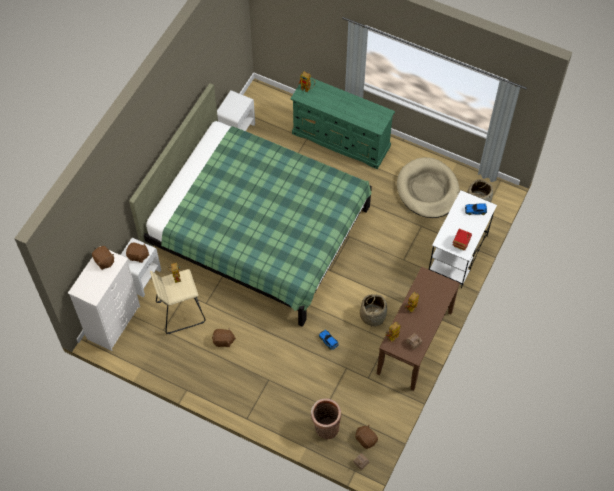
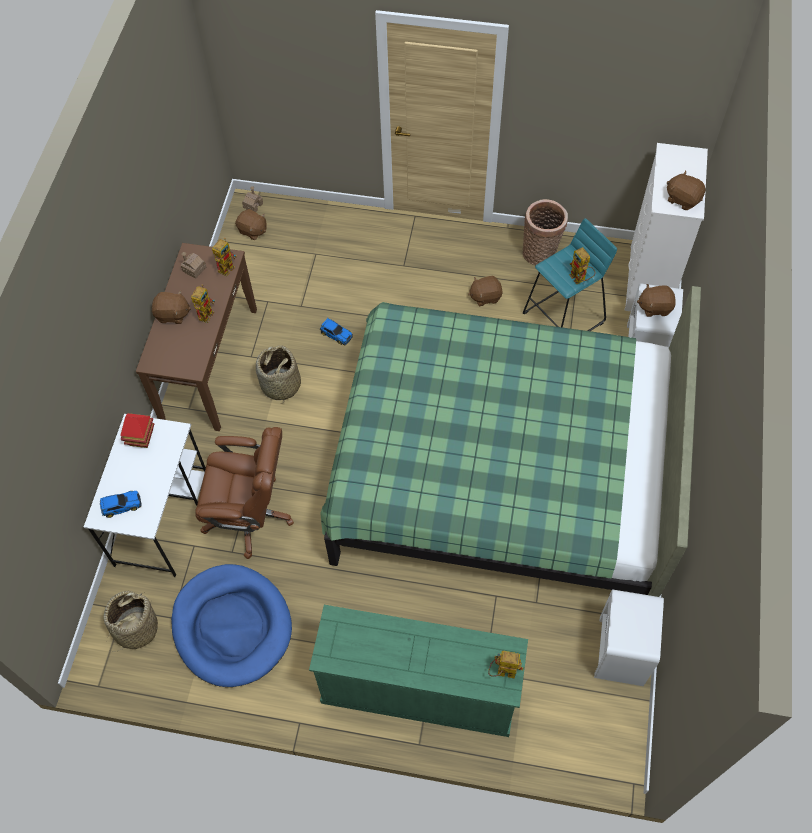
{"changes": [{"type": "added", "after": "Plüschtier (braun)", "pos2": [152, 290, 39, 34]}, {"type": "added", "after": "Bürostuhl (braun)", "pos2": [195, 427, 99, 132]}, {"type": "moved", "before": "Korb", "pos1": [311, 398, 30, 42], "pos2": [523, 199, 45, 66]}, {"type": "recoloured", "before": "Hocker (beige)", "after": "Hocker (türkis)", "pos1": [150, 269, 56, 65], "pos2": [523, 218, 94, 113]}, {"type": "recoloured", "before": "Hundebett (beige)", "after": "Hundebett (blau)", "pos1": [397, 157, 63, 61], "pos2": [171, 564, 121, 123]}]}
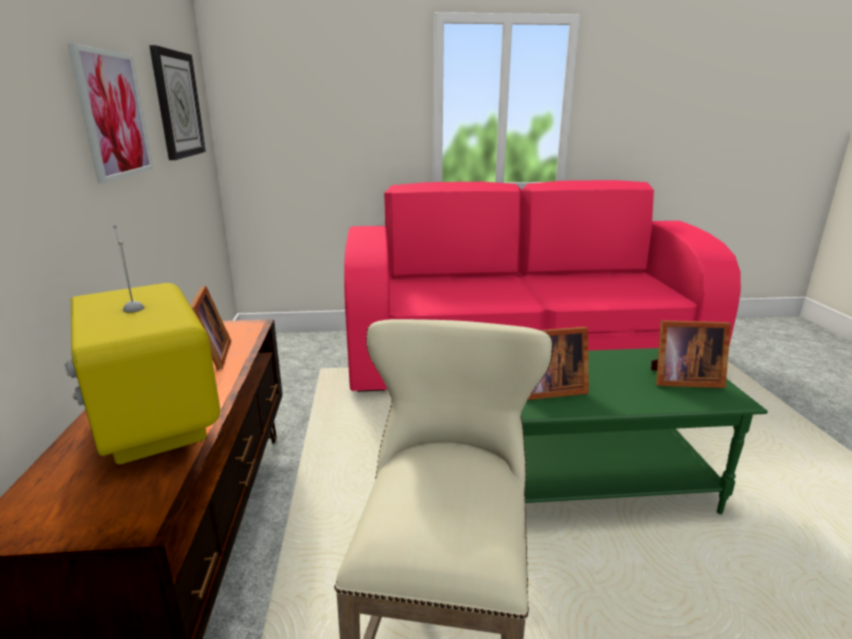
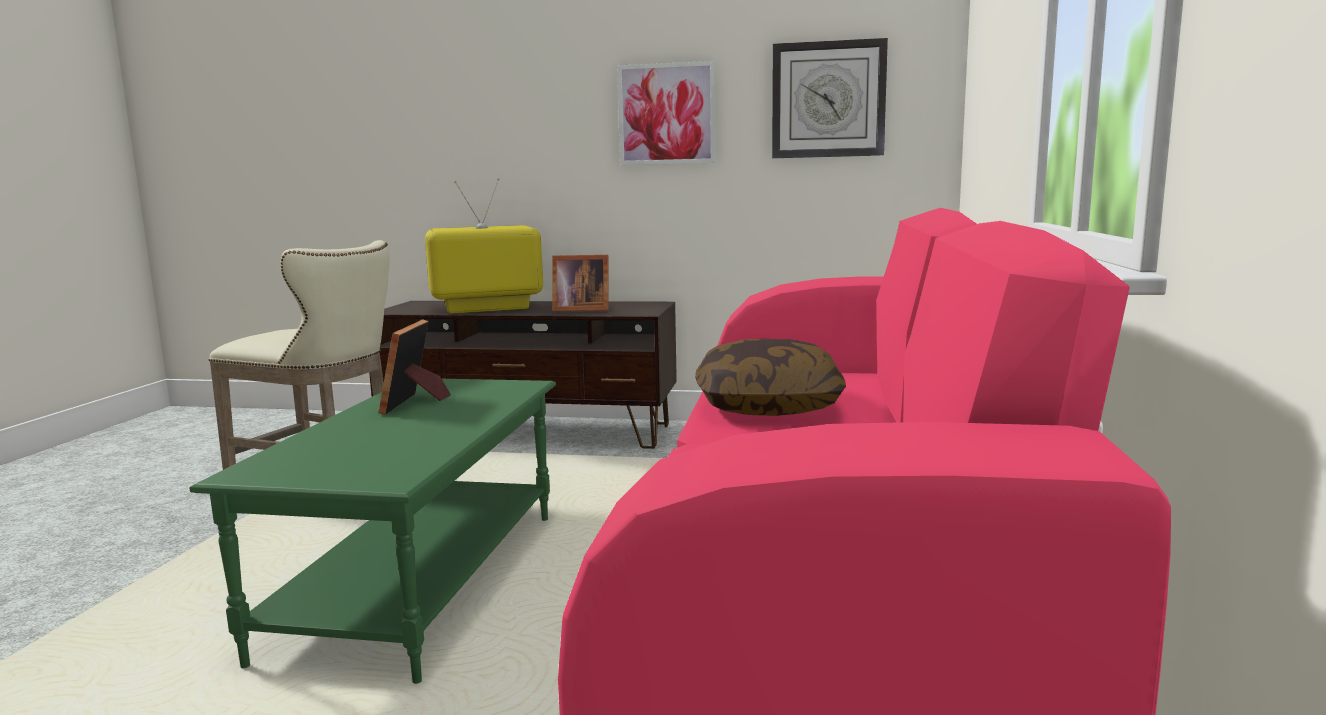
{"changes": [{"type": "removed", "before": "Bilderrahmen", "pos1": [651, 320, 80, 68]}, {"type": "added", "after": "Kissen", "pos2": [695, 339, 151, 77]}]}
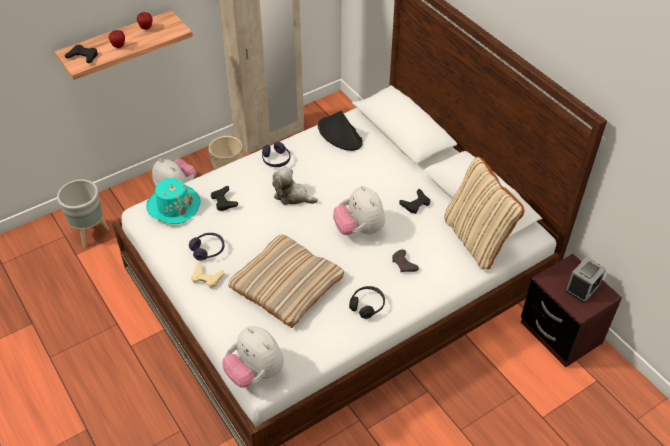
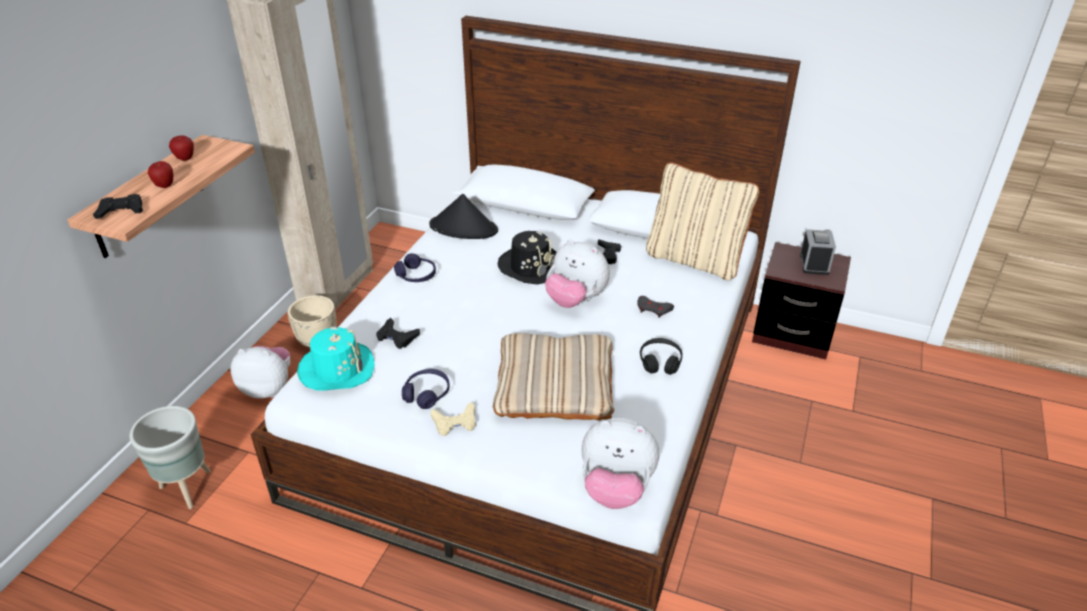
{"changes": [{"type": "removed", "before": "Plüschtier", "pos1": [272, 167, 46, 38]}, {"type": "added", "after": "Hut (schwarz)", "pos2": [498, 231, 59, 53]}]}
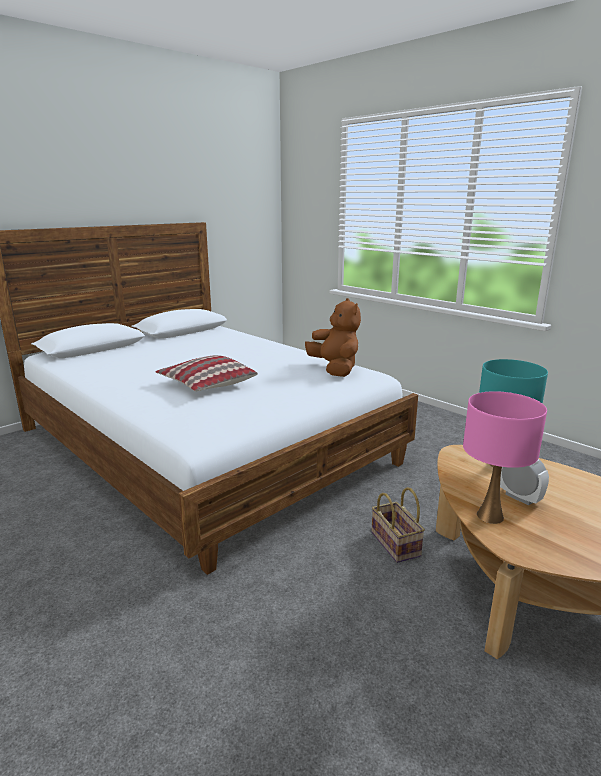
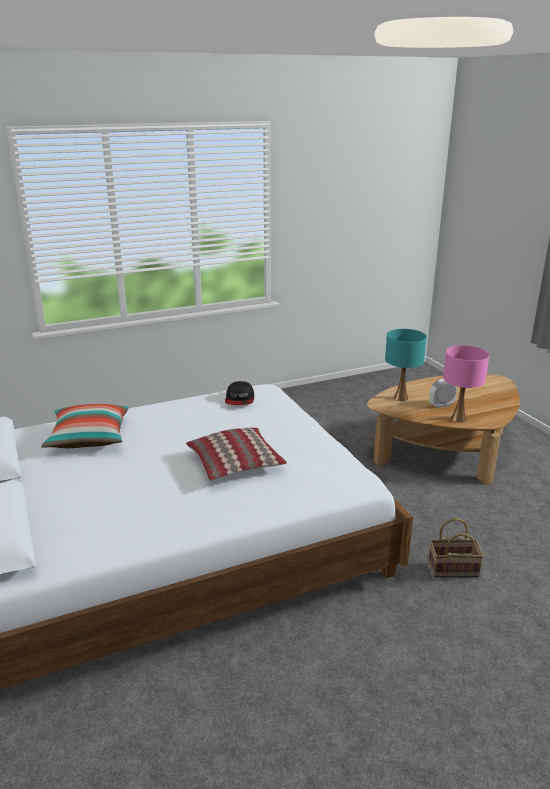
{"changes": [{"type": "added", "after": "Kissen", "pos2": [41, 404, 88, 44]}, {"type": "moved", "before": "Korb", "pos1": [371, 487, 54, 76], "pos2": [428, 518, 56, 60]}, {"type": "replaced", "before": "Plüschtier (braun)", "after": "Kappe", "pos1": [305, 298, 56, 79], "pos2": [225, 381, 29, 24]}]}
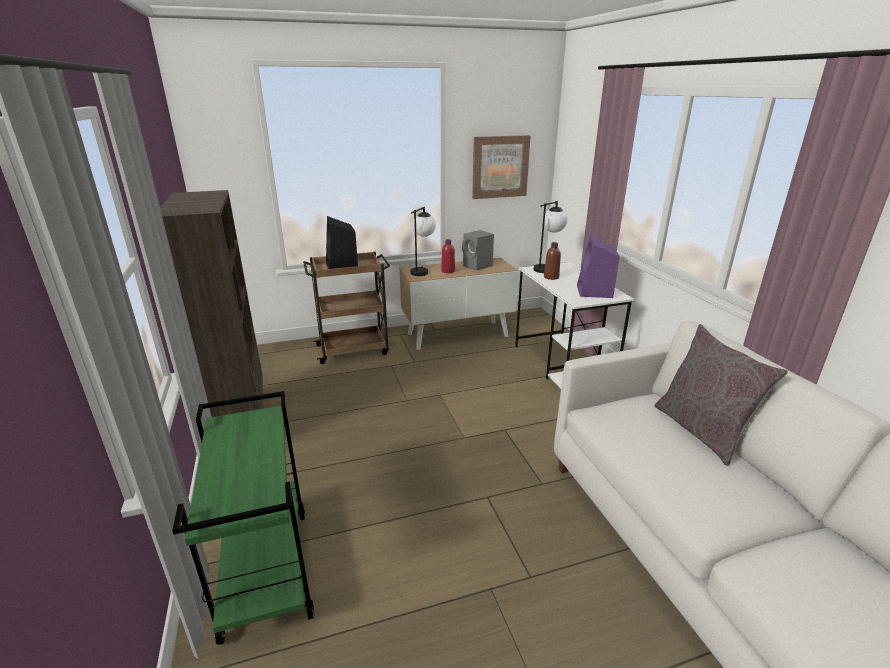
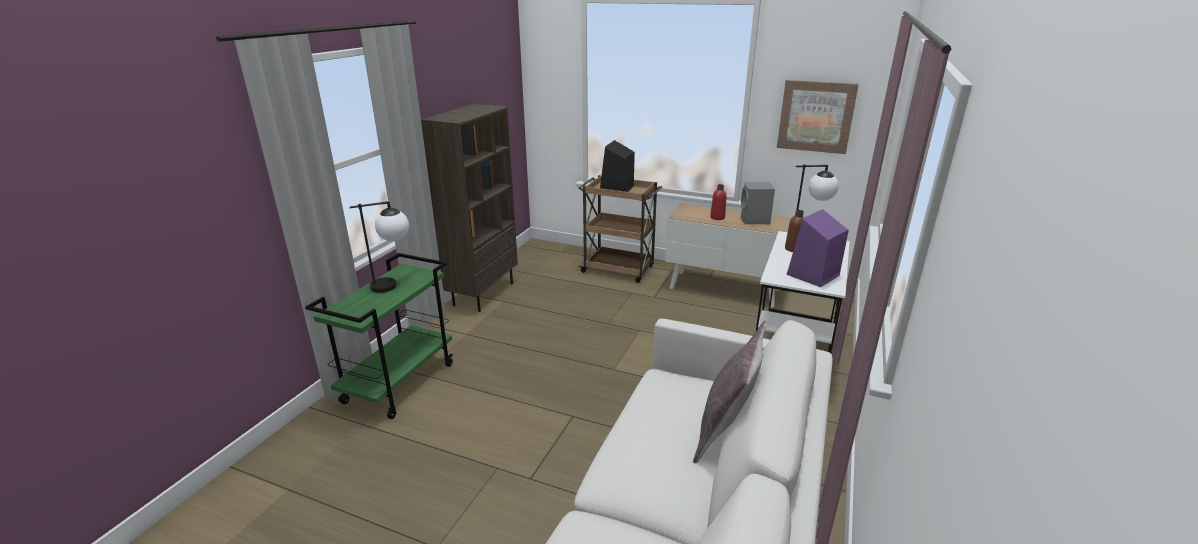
{"changes": [{"type": "moved", "before": "Tischlampe", "pos1": [410, 207, 26, 69], "pos2": [349, 201, 60, 92]}]}
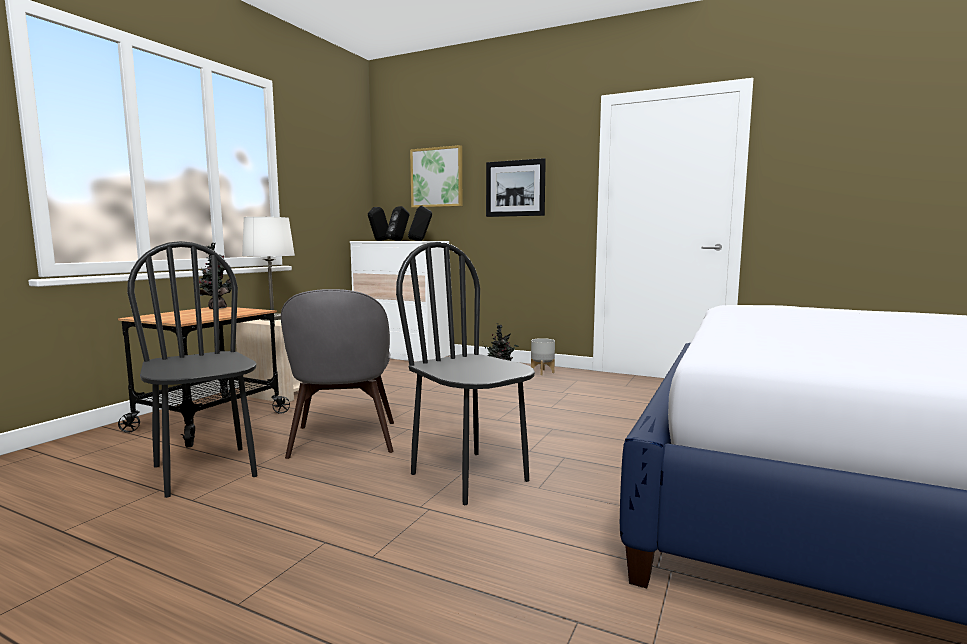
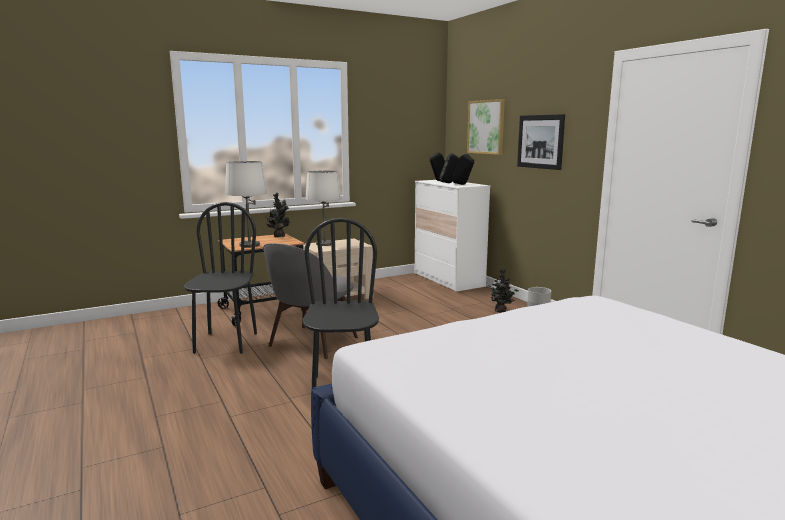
{"changes": [{"type": "added", "after": "Tischlampe (weiß)", "pos2": [225, 161, 42, 87]}]}
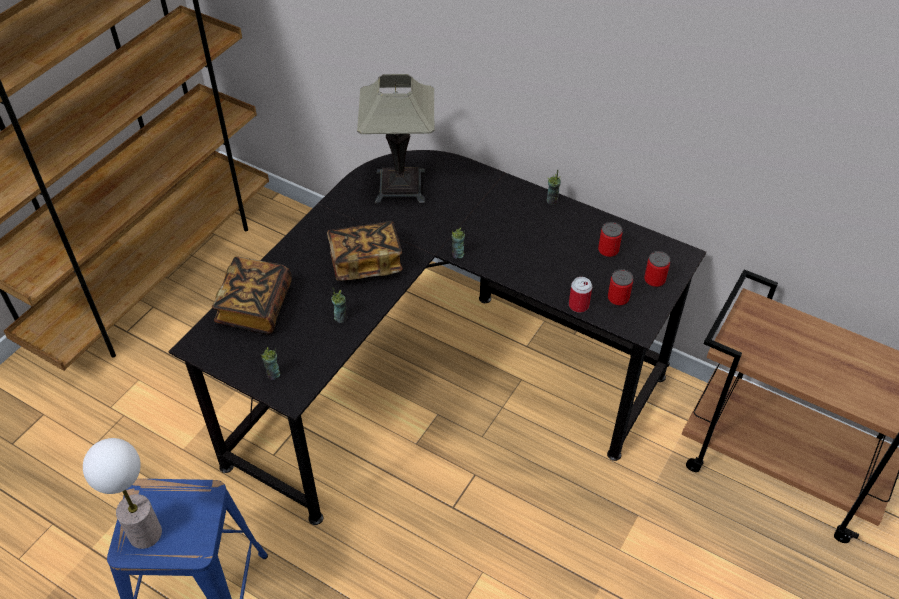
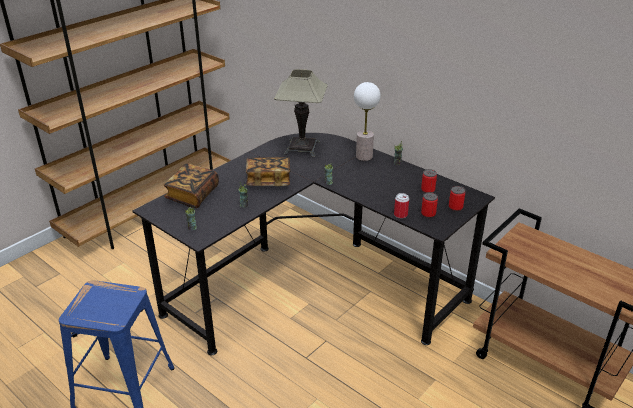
{"changes": [{"type": "moved", "before": "Tischlampe", "pos1": [83, 438, 79, 111], "pos2": [354, 82, 27, 79]}]}
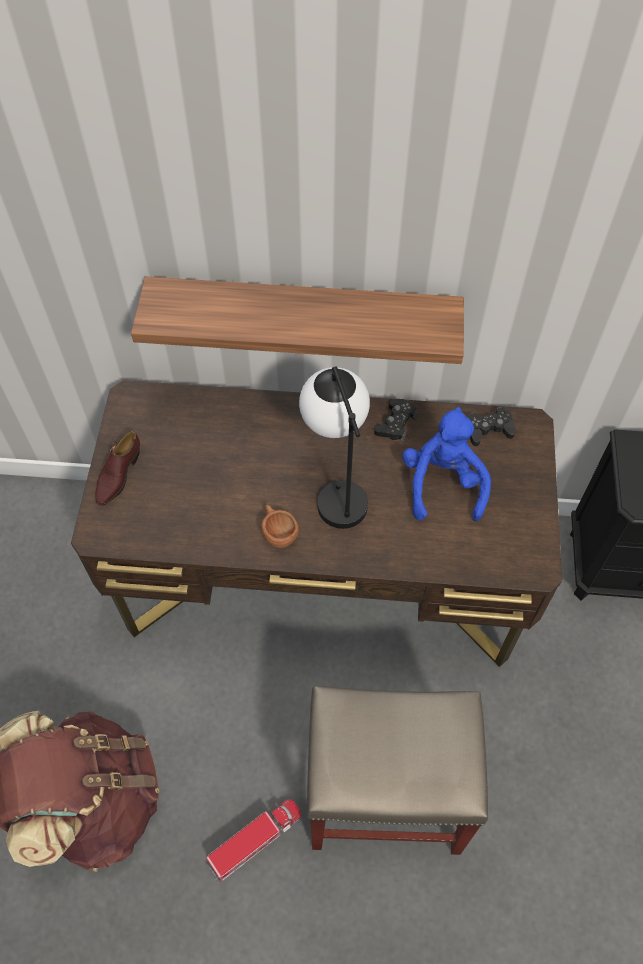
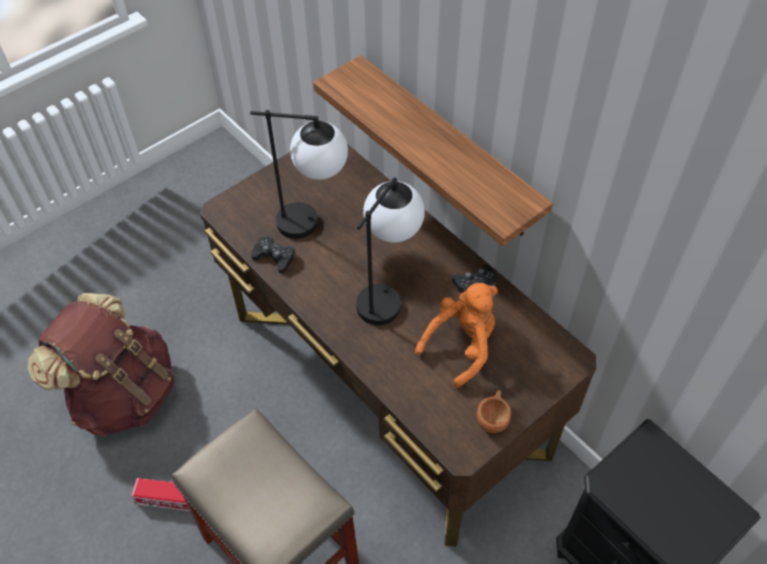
{"changes": [{"type": "removed", "before": "Schuh (braun)", "pos1": [95, 431, 45, 74]}, {"type": "added", "after": "Tischlampe", "pos2": [250, 110, 98, 129]}, {"type": "moved", "before": "Tasse (braun)", "pos1": [261, 505, 38, 43], "pos2": [476, 390, 35, 43]}, {"type": "moved", "before": "Gamepad (schwarz)", "pos1": [469, 407, 47, 39], "pos2": [251, 235, 44, 39]}, {"type": "recoloured", "before": "Plüschtier (blau)", "after": "Plüschtier (orange)", "pos1": [402, 407, 89, 115], "pos2": [415, 283, 83, 105]}]}
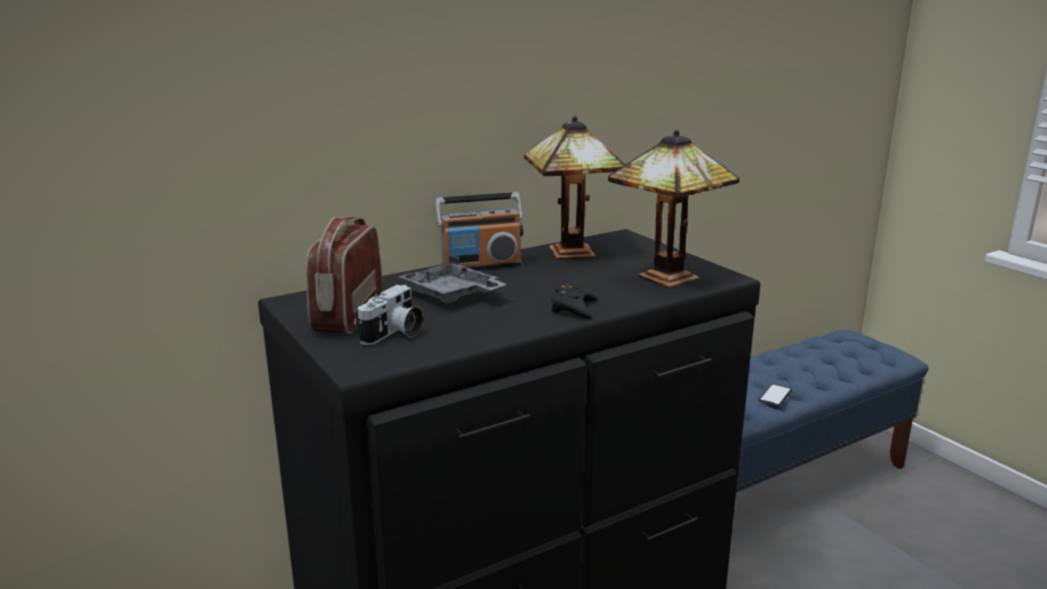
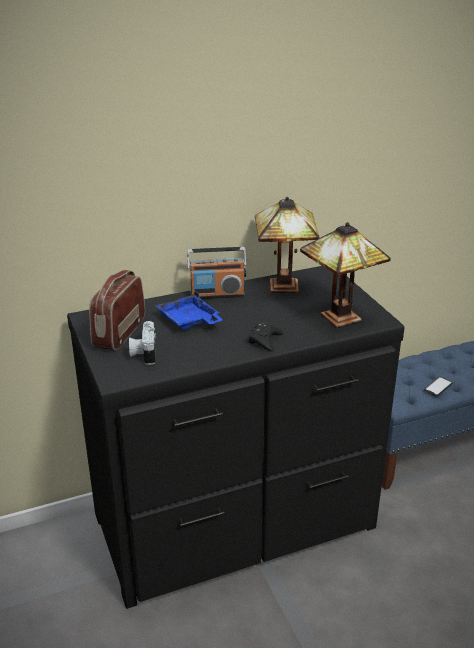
{"changes": [{"type": "recoloured", "before": "Tablett (grau)", "after": "Tablett (blau)", "pos1": [397, 256, 110, 48], "pos2": [156, 291, 67, 39]}, {"type": "turned", "before": "Kamera", "pos1": [358, 285, 65, 60], "pos2": [129, 321, 27, 44], "turn": 135}]}
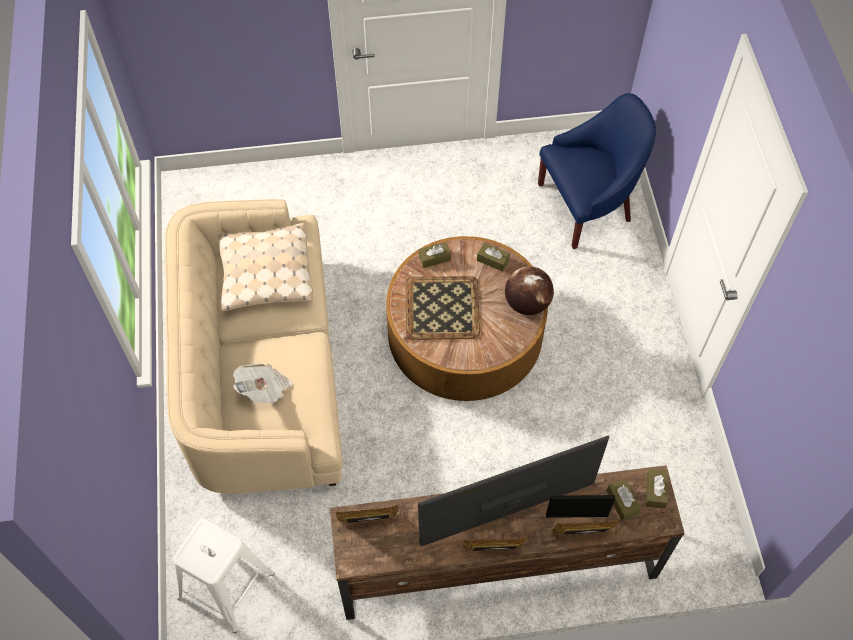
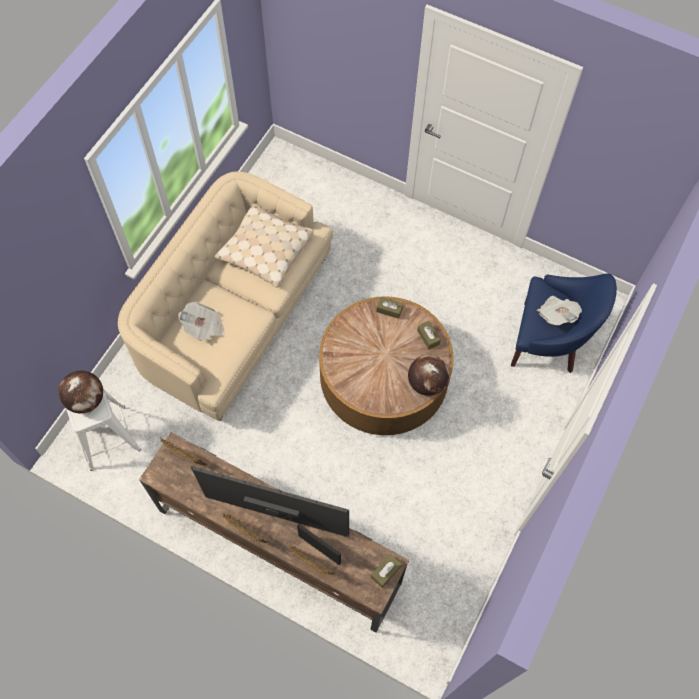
{"changes": [{"type": "removed", "before": "Tablett", "pos1": [406, 276, 74, 64]}, {"type": "removed", "before": "Taschentuchbox (braun)", "pos1": [606, 479, 35, 42]}, {"type": "added", "after": "Globus", "pos2": [58, 371, 45, 43]}, {"type": "added", "after": "Zeitung", "pos2": [537, 296, 45, 29]}]}
